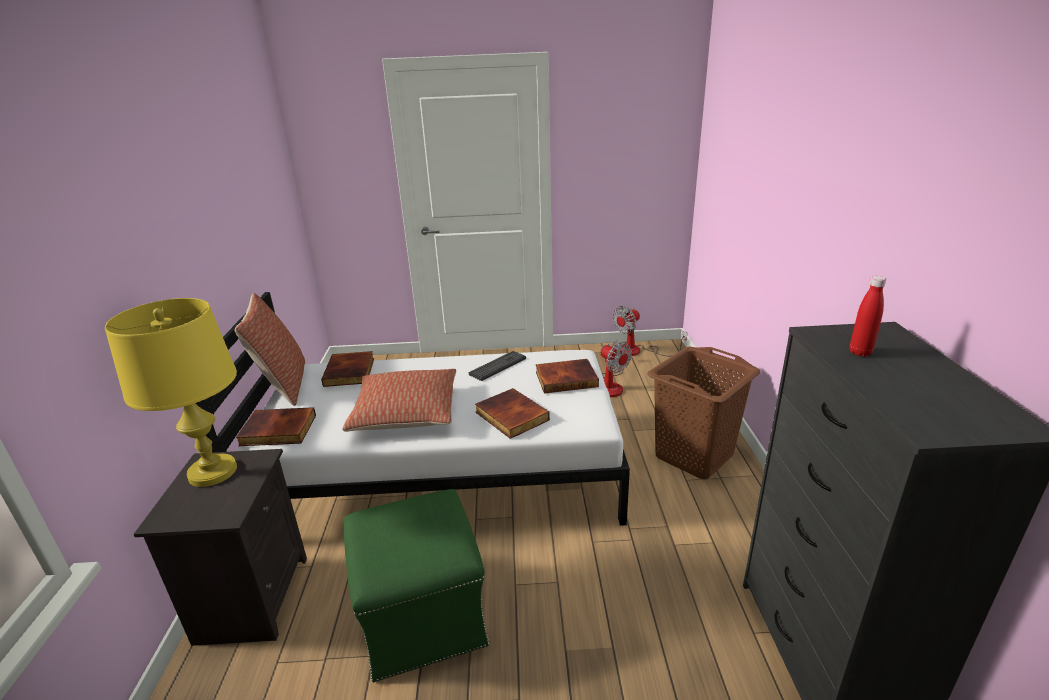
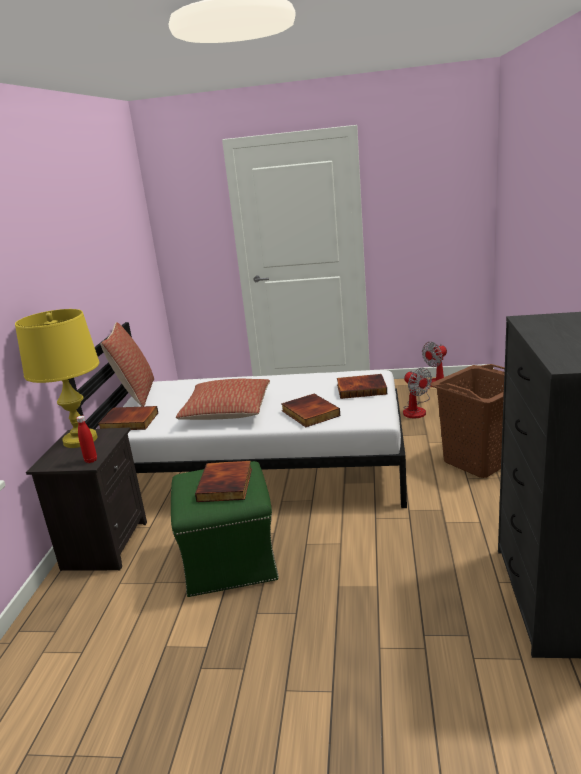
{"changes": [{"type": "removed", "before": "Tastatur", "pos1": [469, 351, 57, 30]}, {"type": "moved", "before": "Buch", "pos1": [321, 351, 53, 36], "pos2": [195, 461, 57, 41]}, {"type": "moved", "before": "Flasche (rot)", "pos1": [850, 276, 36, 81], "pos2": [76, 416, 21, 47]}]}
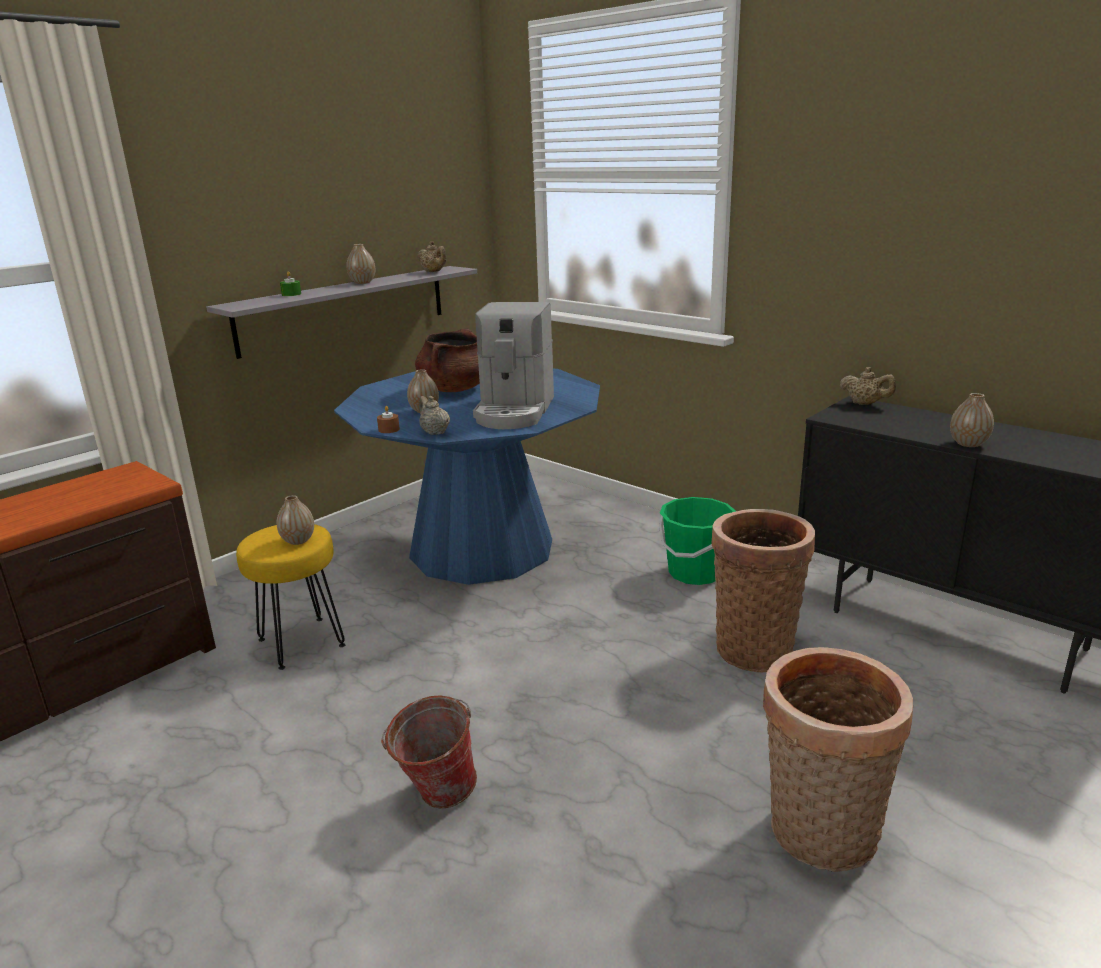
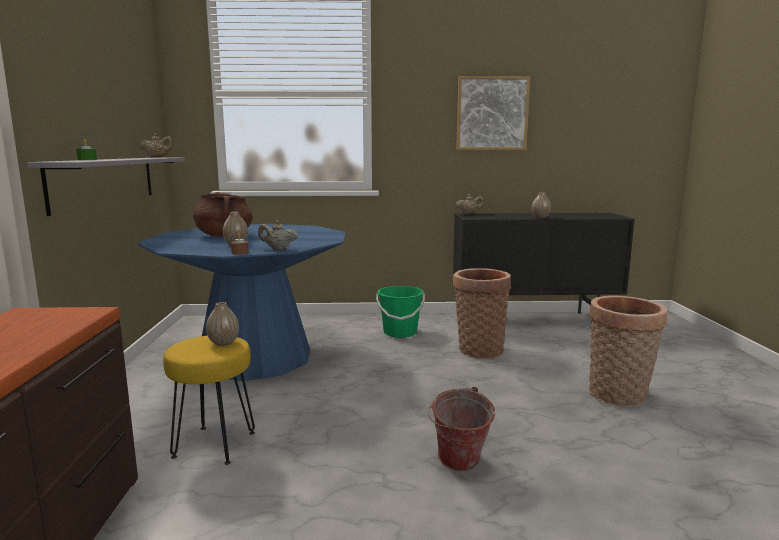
{"changes": [{"type": "removed", "before": "Vase", "pos1": [346, 244, 29, 40]}, {"type": "removed", "before": "Kaffeemaschine", "pos1": [473, 302, 81, 127]}, {"type": "added", "after": "Bild", "pos2": [456, 76, 74, 74]}]}
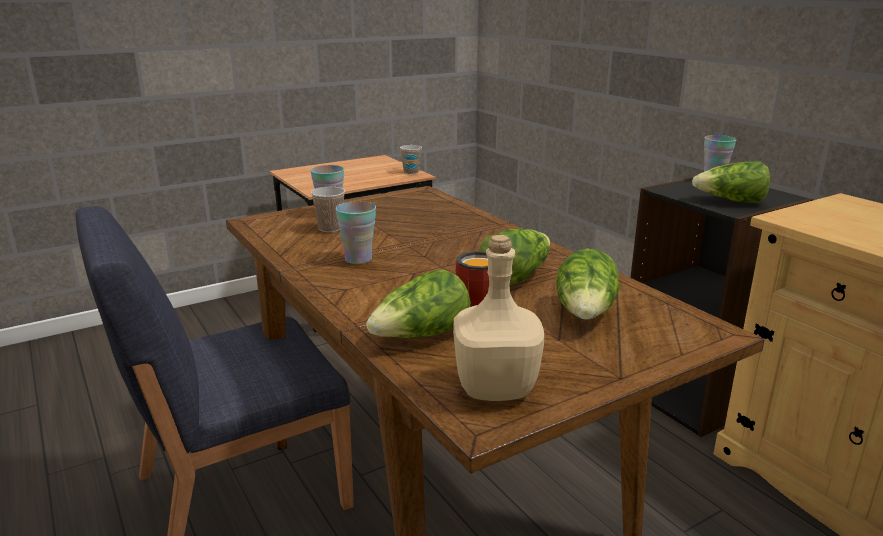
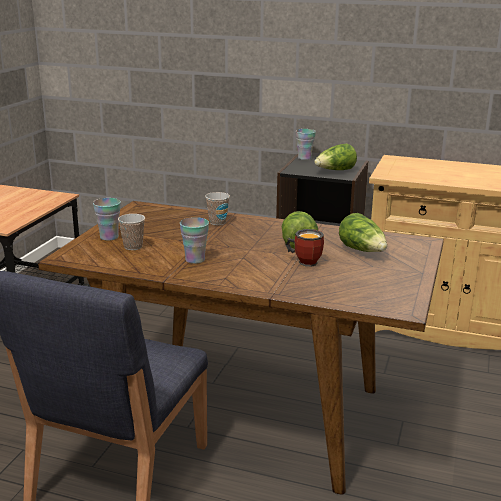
{"changes": [{"type": "removed", "before": "Salatkopf", "pos1": [366, 270, 104, 68]}, {"type": "removed", "before": "Flasche (beige)", "pos1": [453, 235, 91, 166]}, {"type": "moved", "before": "Tasse", "pos1": [400, 145, 22, 29], "pos2": [205, 192, 25, 33]}]}
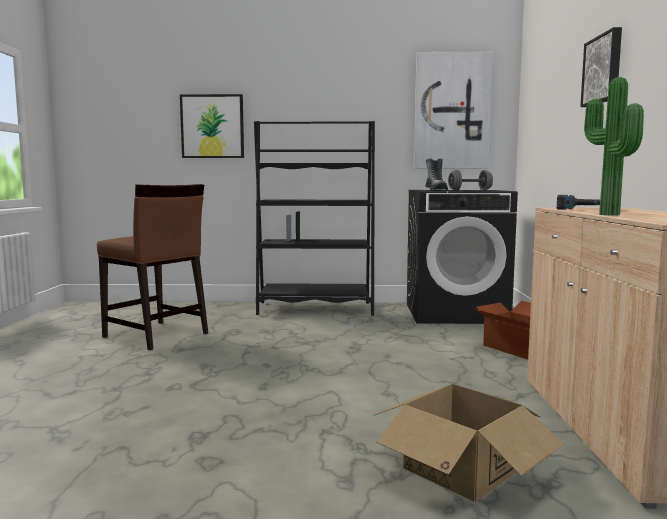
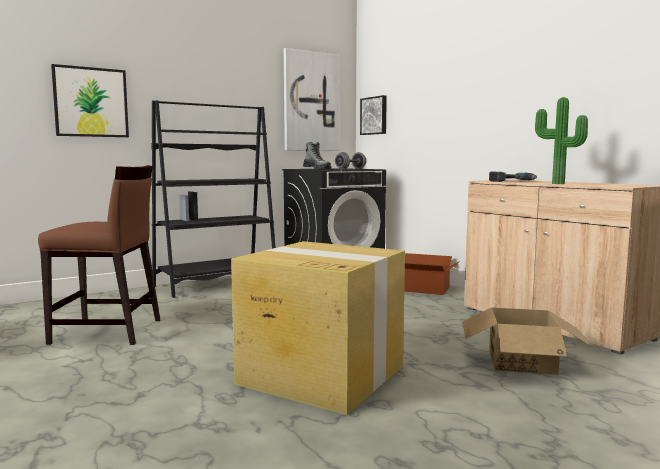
{"changes": [{"type": "added", "after": "Karton", "pos2": [231, 241, 174, 174]}, {"type": "moved", "before": "Bild", "pos1": [580, 27, 42, 80], "pos2": [360, 95, 27, 40]}]}
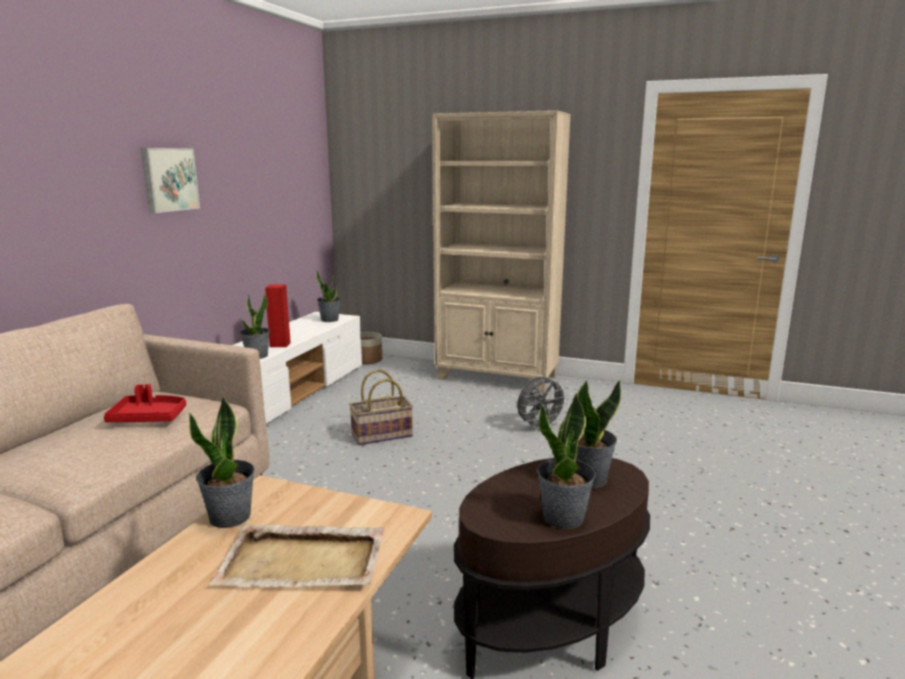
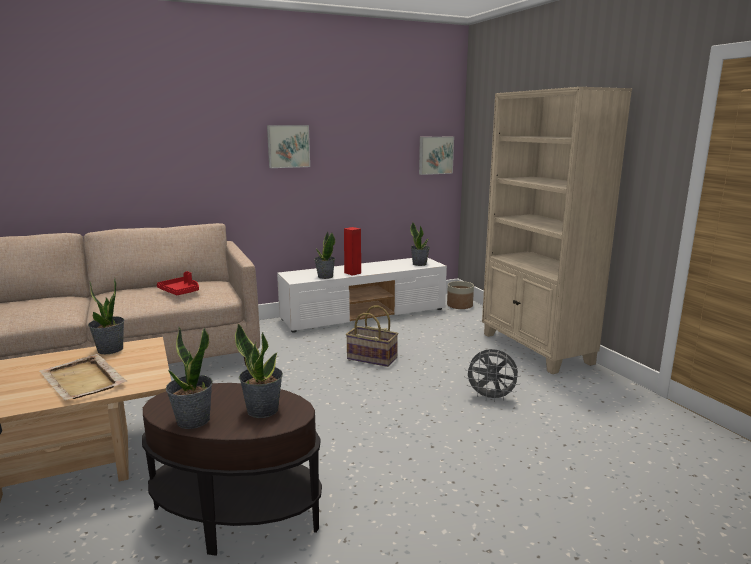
{"changes": [{"type": "added", "after": "Bild", "pos2": [419, 137, 35, 38]}]}
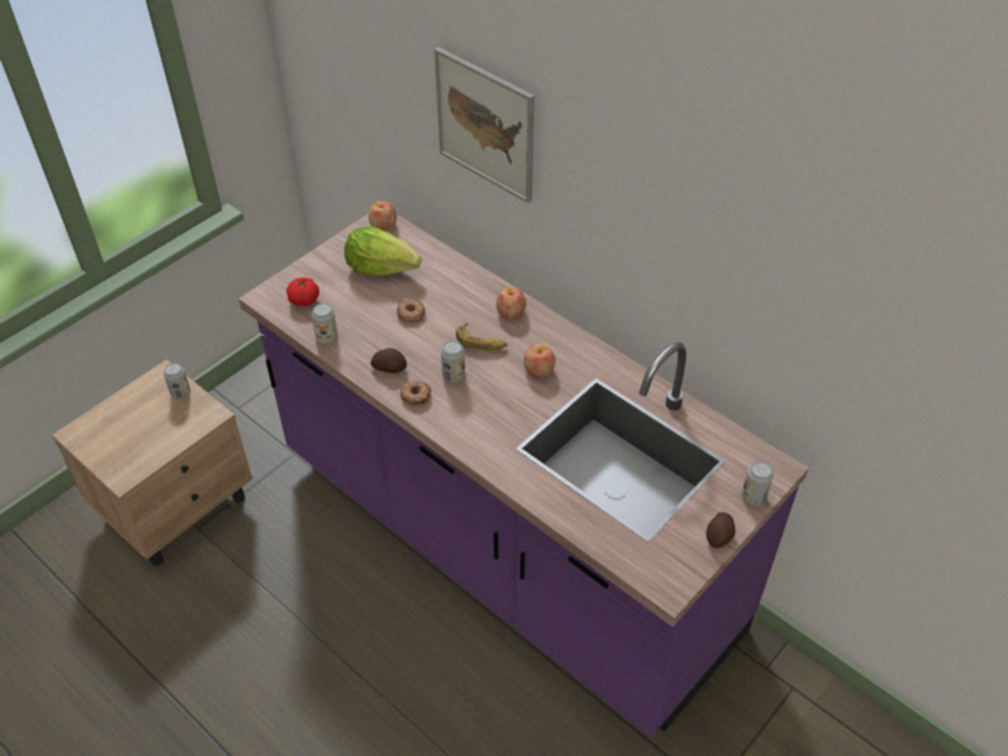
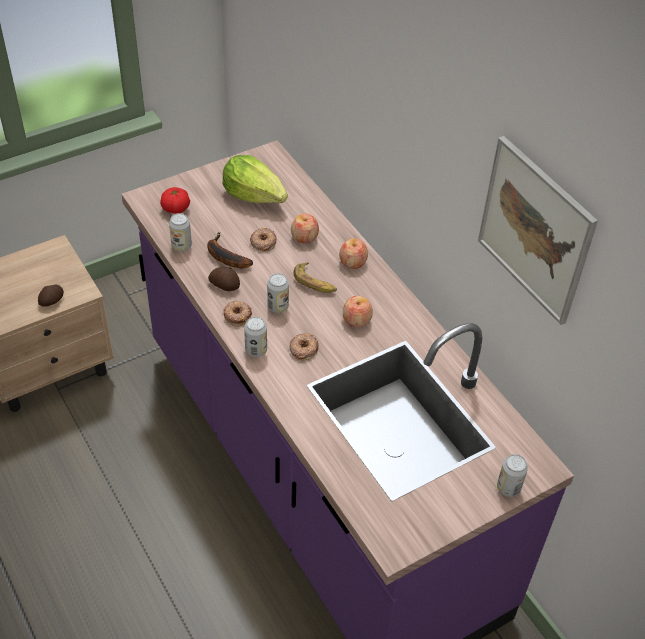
{"changes": [{"type": "added", "after": "Banane", "pos2": [207, 232, 46, 36]}, {"type": "added", "after": "Donut", "pos2": [290, 333, 29, 27]}, {"type": "moved", "before": "Dose", "pos1": [164, 363, 26, 36], "pos2": [244, 317, 23, 40]}, {"type": "moved", "before": "Apfel", "pos1": [368, 201, 29, 30], "pos2": [291, 213, 28, 30]}, {"type": "moved", "before": "Bild", "pos1": [434, 47, 100, 156], "pos2": [478, 136, 120, 189]}, {"type": "moved", "before": "Kartoffel", "pos1": [706, 512, 29, 36], "pos2": [38, 285, 26, 22]}]}
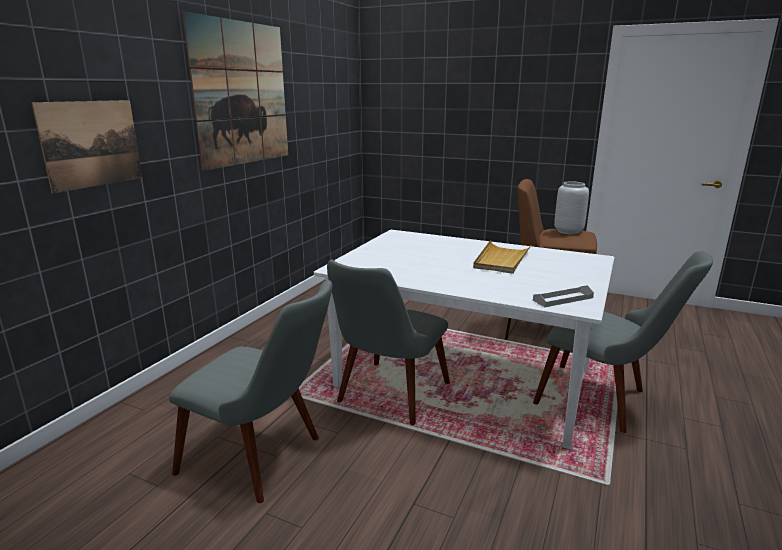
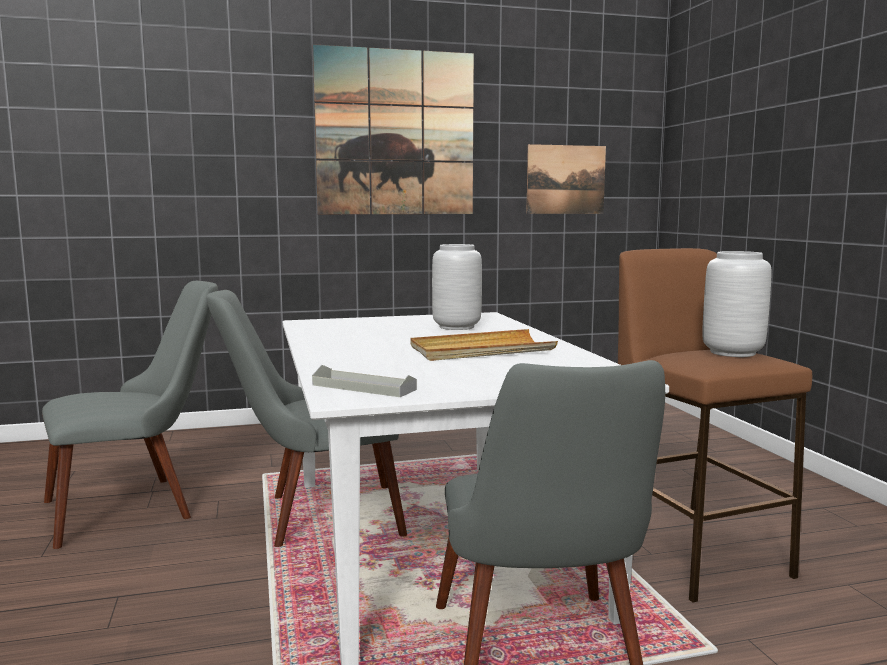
{"changes": [{"type": "added", "after": "Vase (grau)", "pos2": [432, 244, 50, 86]}, {"type": "moved", "before": "Bild", "pos1": [31, 100, 111, 94], "pos2": [526, 144, 80, 70]}, {"type": "turned", "before": "Stuhl (grau)", "pos1": [169, 280, 164, 223], "pos2": [42, 281, 176, 268], "turn": -105}]}
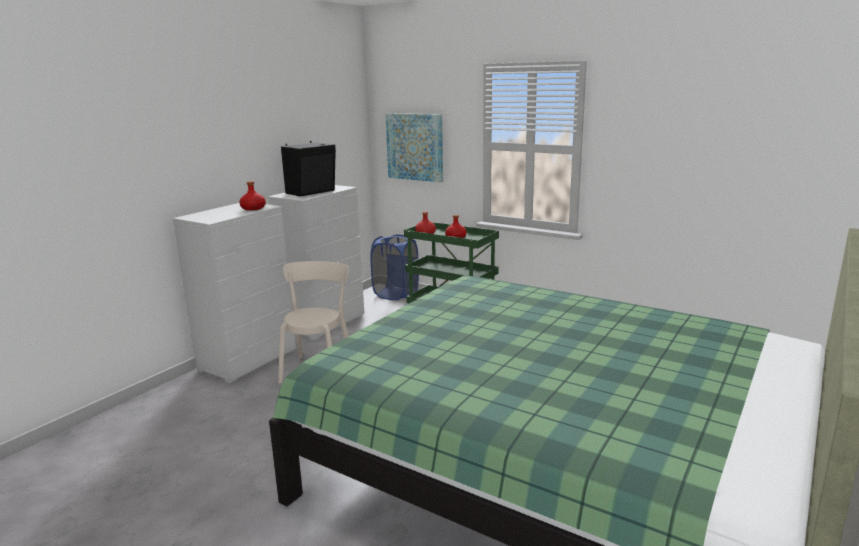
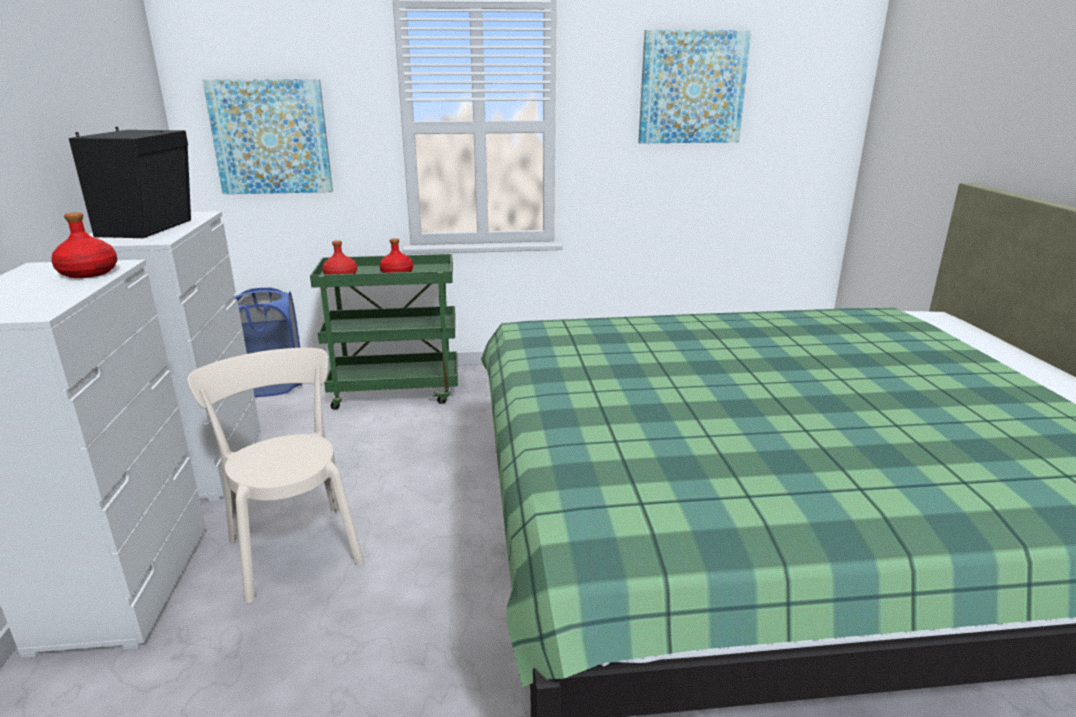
{"changes": [{"type": "added", "after": "Bild", "pos2": [638, 30, 113, 114]}]}
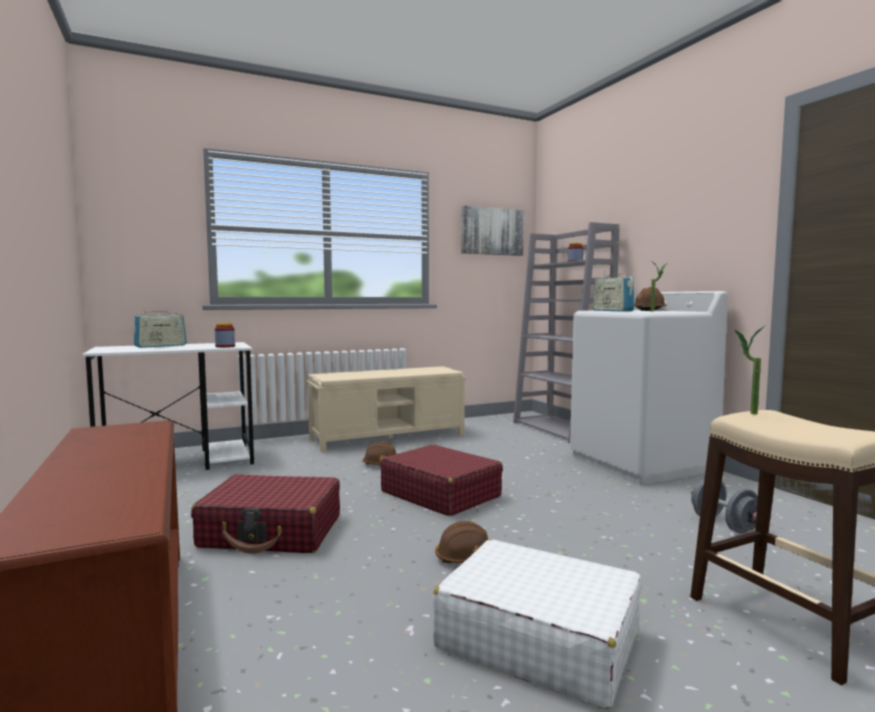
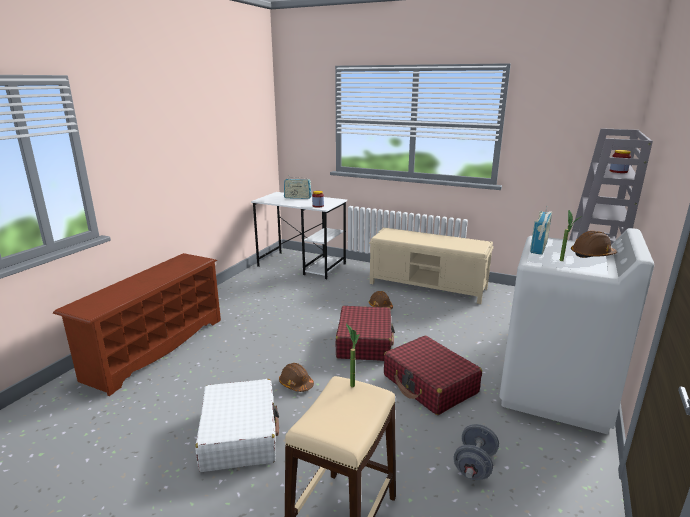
{"changes": [{"type": "removed", "before": "Bild", "pos1": [461, 205, 63, 51]}, {"type": "moved", "before": "Koffer (rot)", "pos1": [191, 474, 149, 80], "pos2": [383, 336, 99, 79]}]}
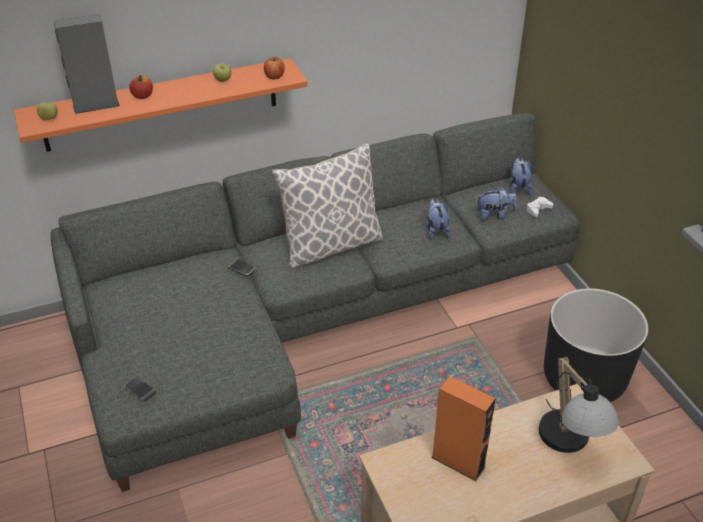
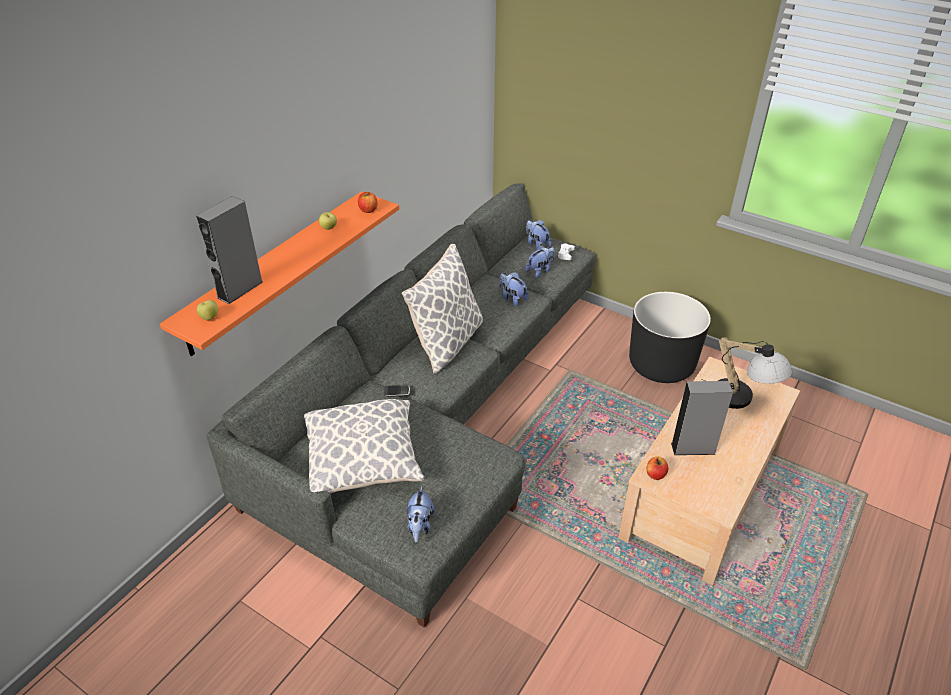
{"changes": [{"type": "added", "after": "Kissen", "pos2": [304, 399, 120, 94]}, {"type": "moved", "before": "Apfel", "pos1": [129, 75, 24, 24], "pos2": [646, 457, 22, 23]}, {"type": "replaced", "before": "Handy", "after": "Plüschtier", "pos1": [124, 377, 32, 25], "pos2": [407, 486, 28, 57]}, {"type": "recoloured", "before": "Lautsprecher (orange)", "after": "Lautsprecher (grau)", "pos1": [431, 376, 65, 105], "pos2": [671, 381, 62, 74]}]}
